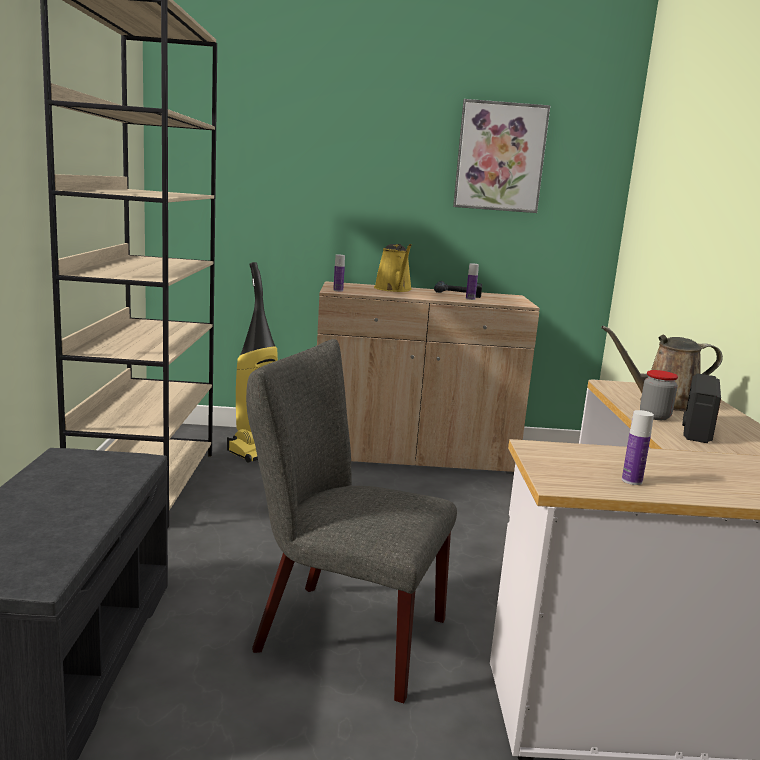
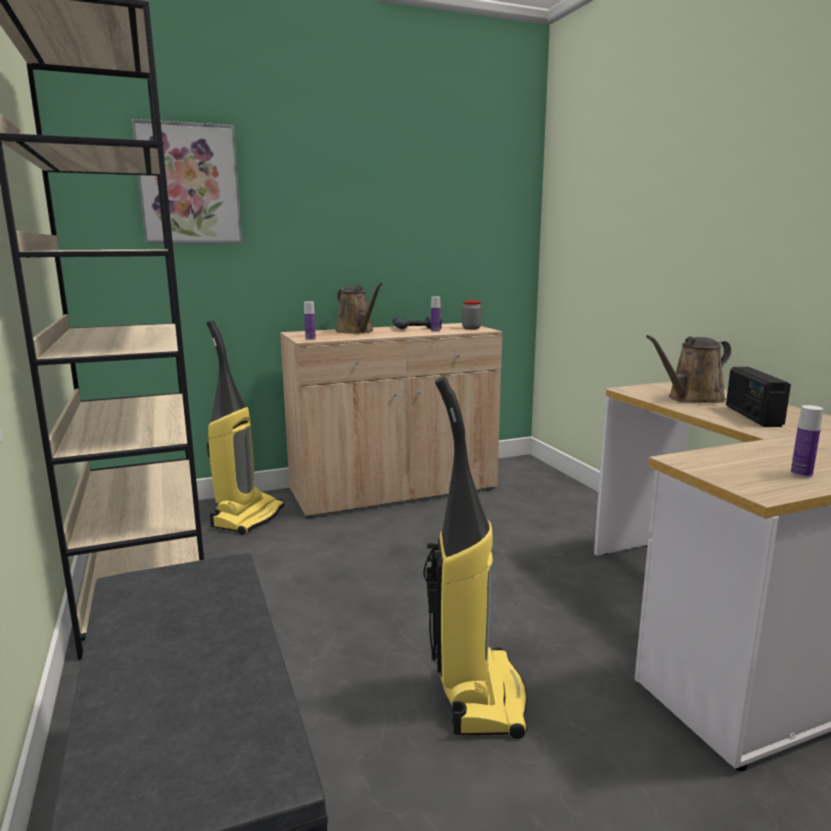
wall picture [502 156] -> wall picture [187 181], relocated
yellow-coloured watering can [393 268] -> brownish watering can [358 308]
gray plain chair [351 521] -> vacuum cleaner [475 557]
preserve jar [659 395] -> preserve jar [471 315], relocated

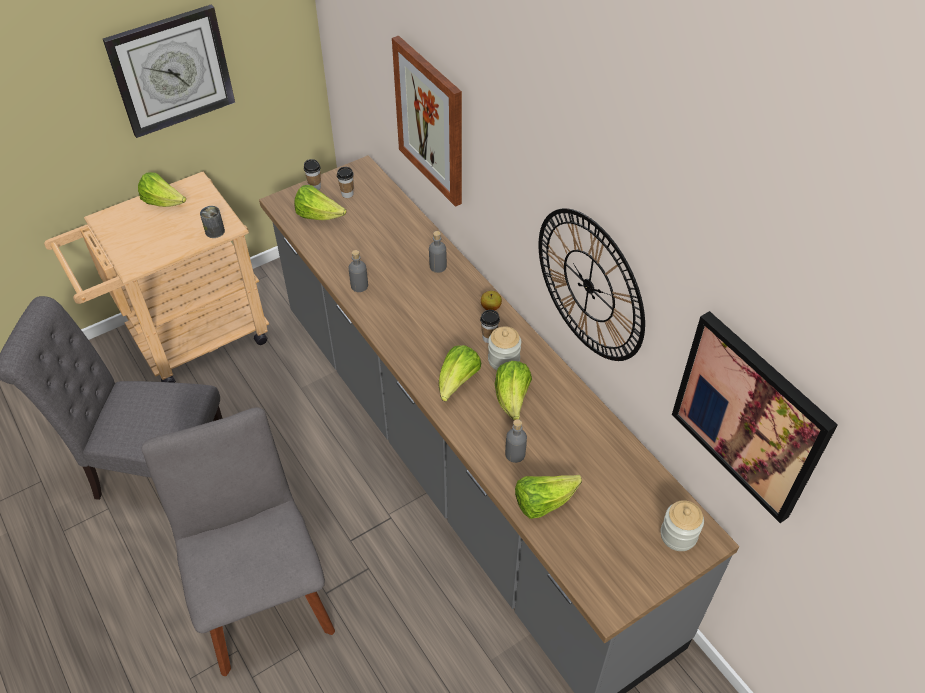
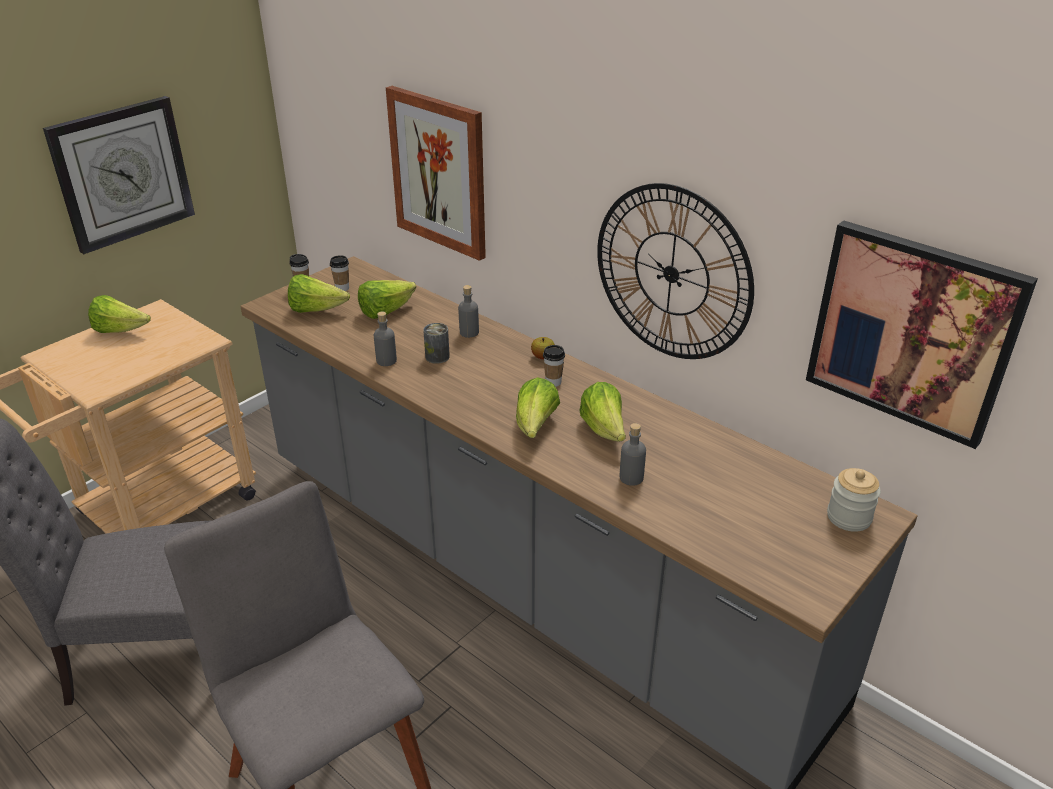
sealed can [212 222] -> sealed can [436 343], relocated
preserve jar [504 348] -> none
lettuce head [548 497] -> lettuce head [387 299], relocated

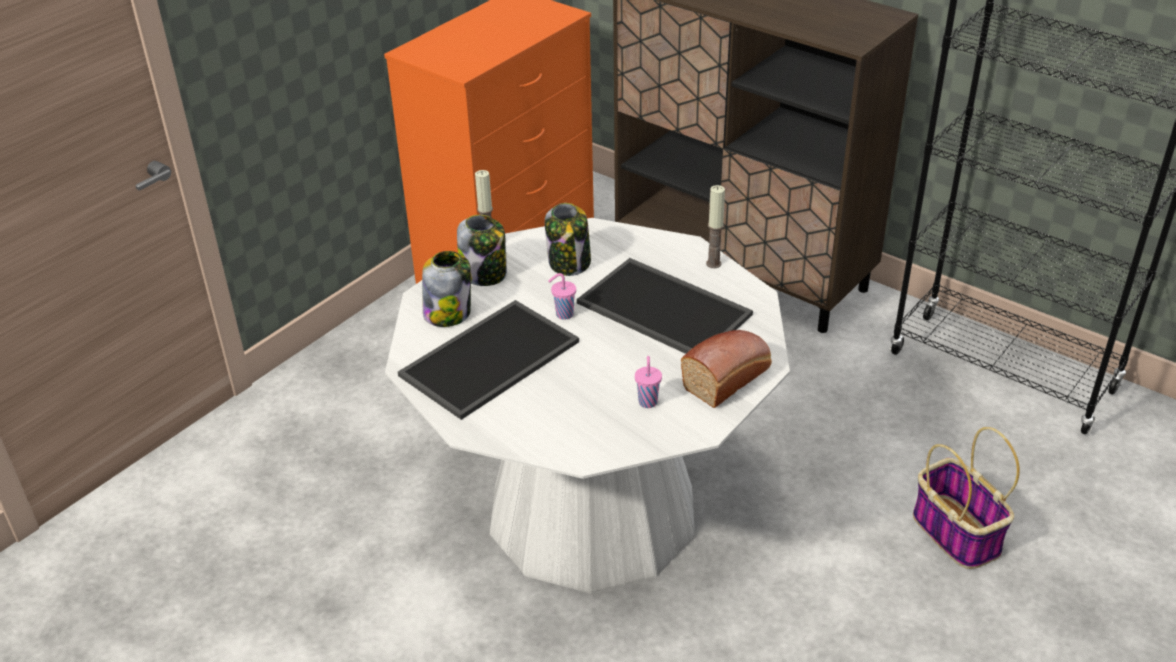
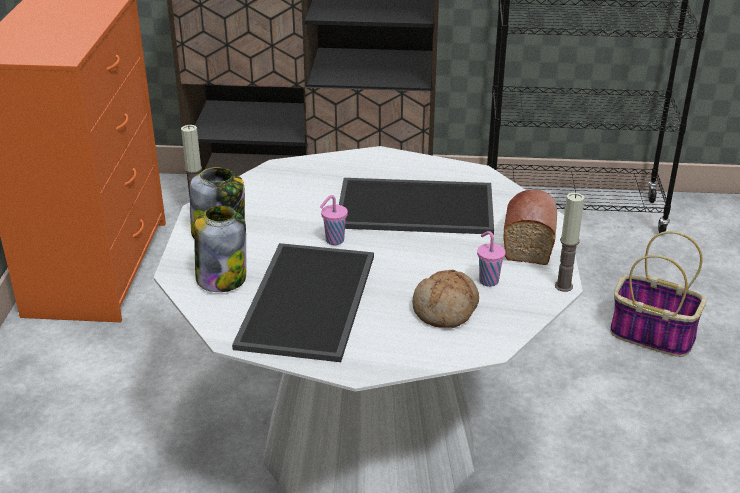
wax light [715 226] -> wax light [569 242], relocated
preserve jar [568 239] -> none
none -> bakery bread [445 299]

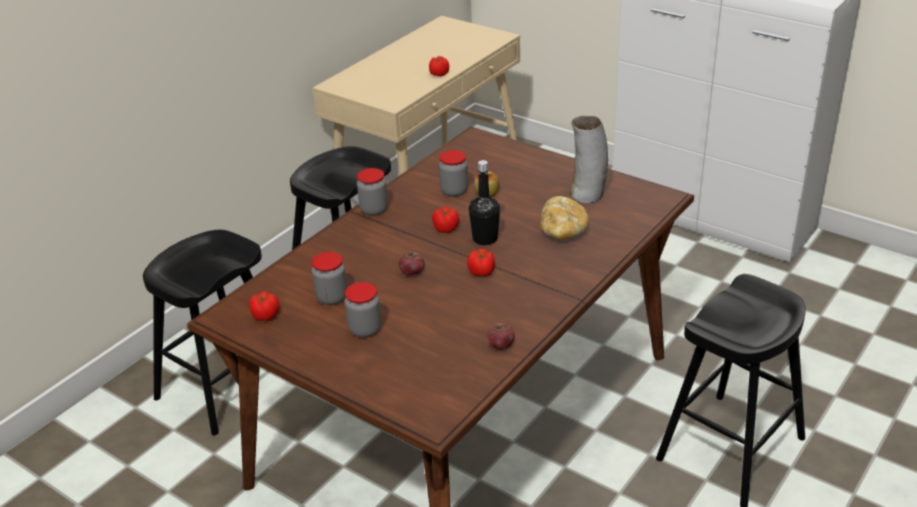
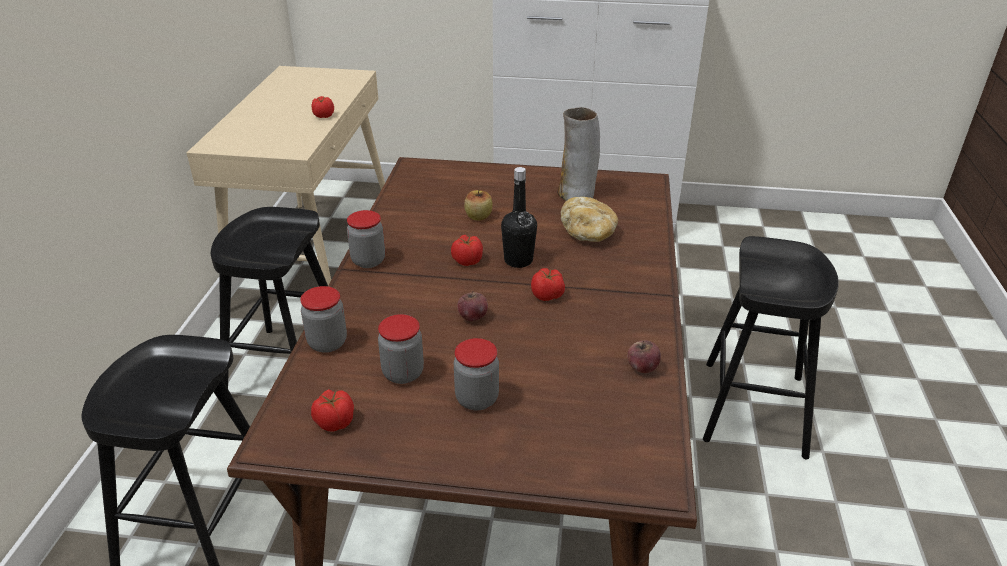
preserve jar [453 173] -> preserve jar [323 319], relocated

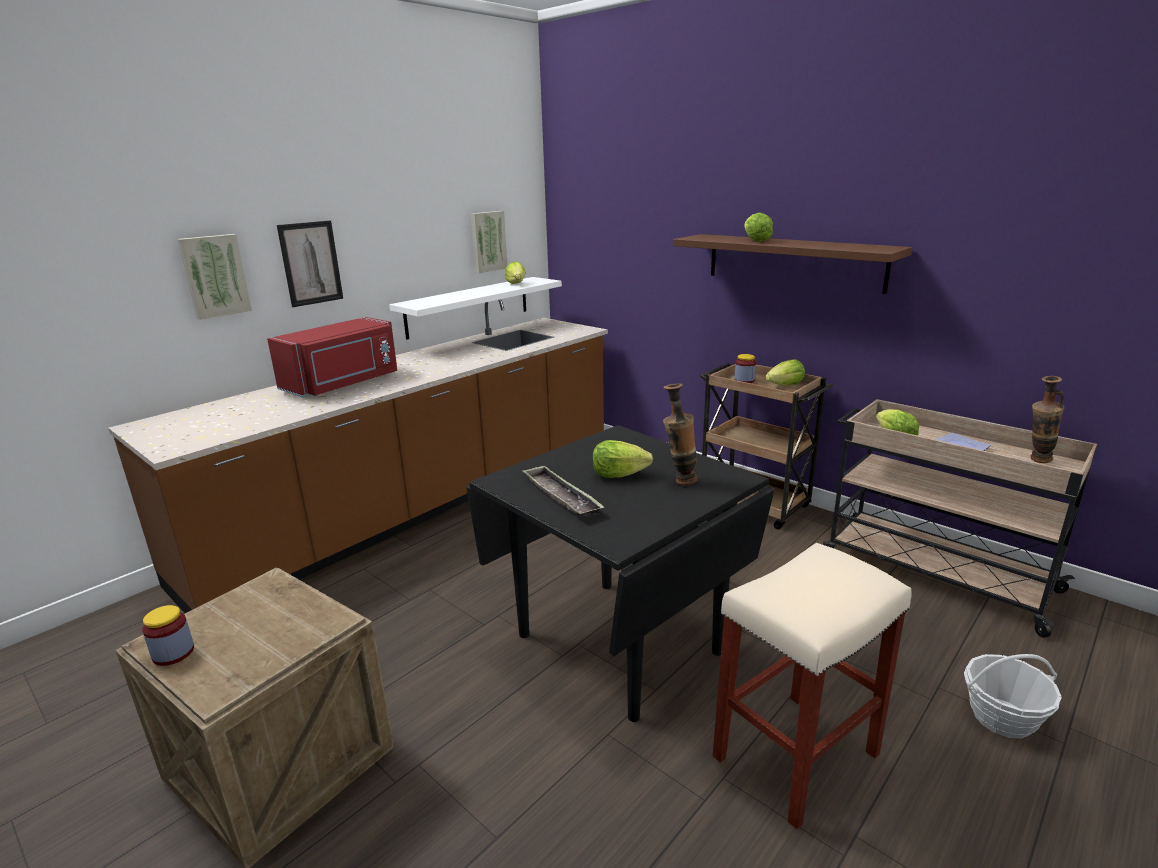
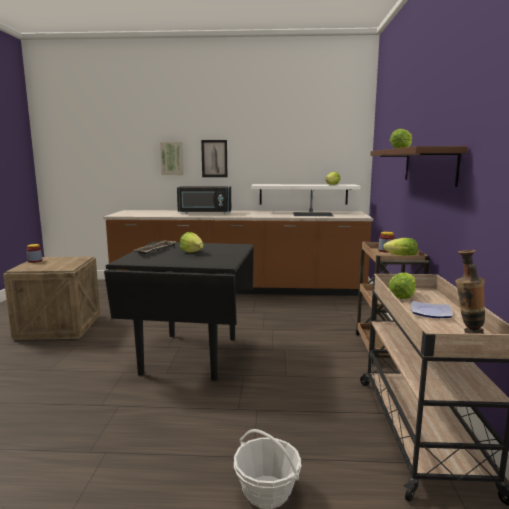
wall picture [489 242] -> none
red microwave [332 357] -> blackish microwave [204 200]
decorative vase [680 434] -> none
beige-coloured stool seat [812 686] -> none

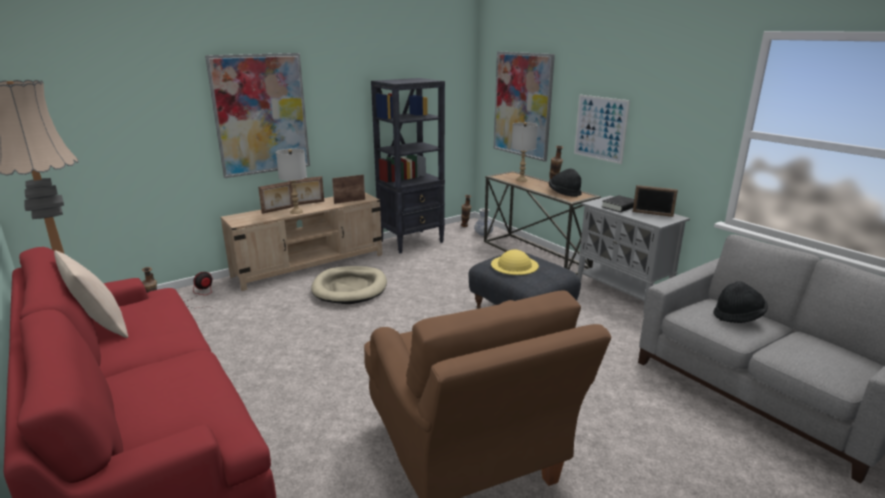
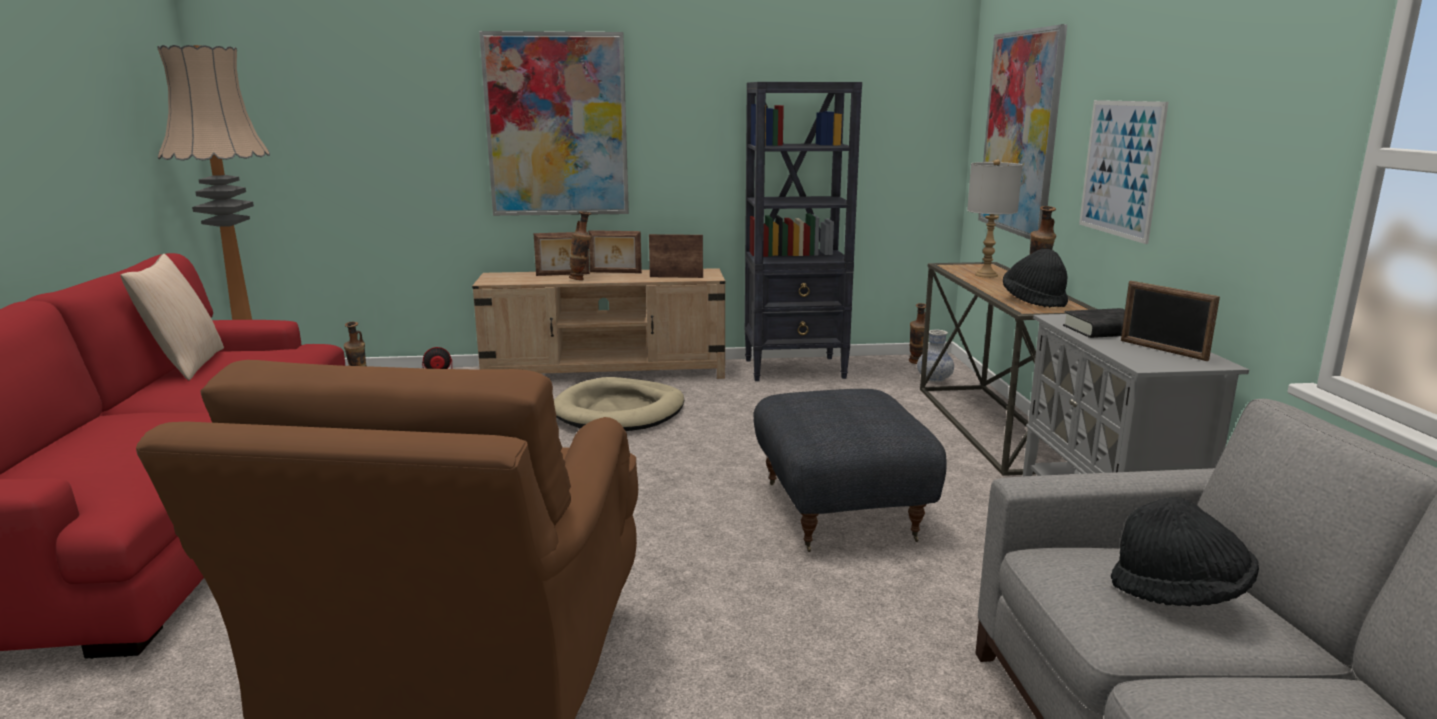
gray tabletop lamp [291 181] -> decorative vase [580 246]
yellow-coloured wearable hat [515 262] -> none

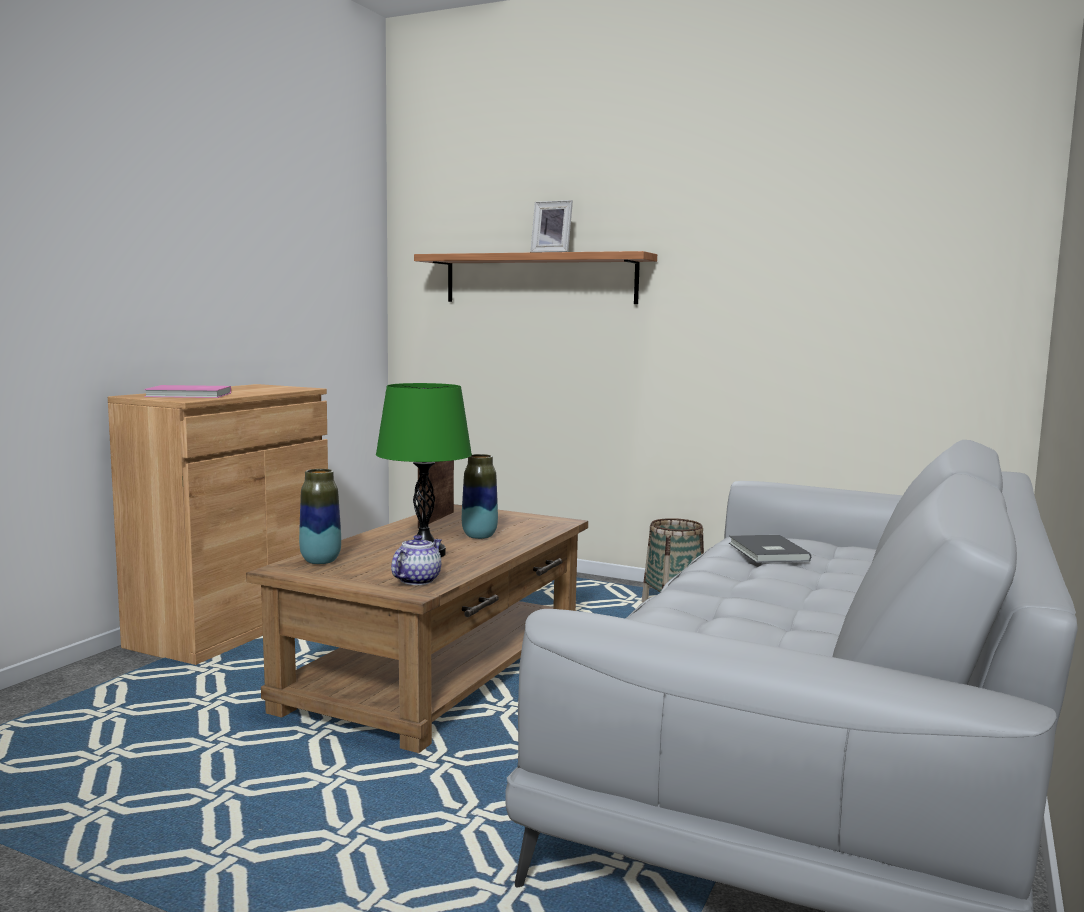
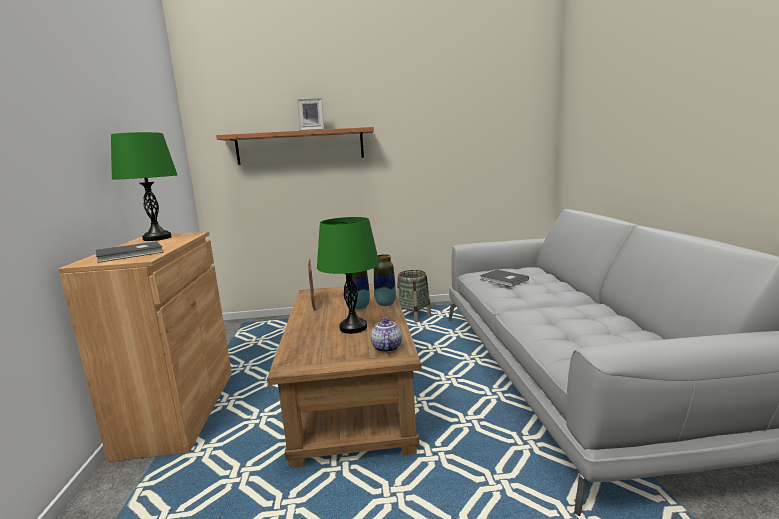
pink book [187 391] -> gray book [129 252]
decorative vase [320 516] -> decorative vase [385 280], relocated
none -> green tabletop lamp [144 186]

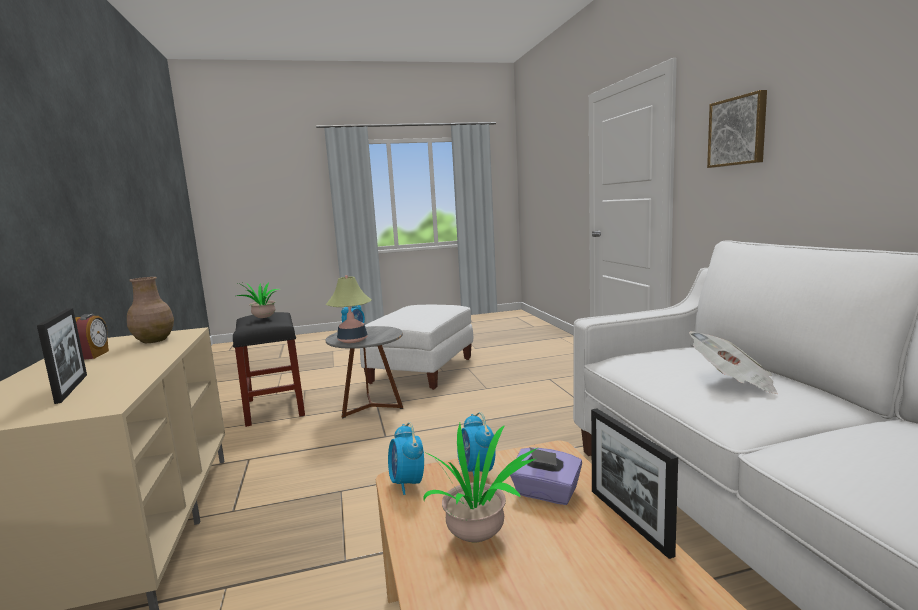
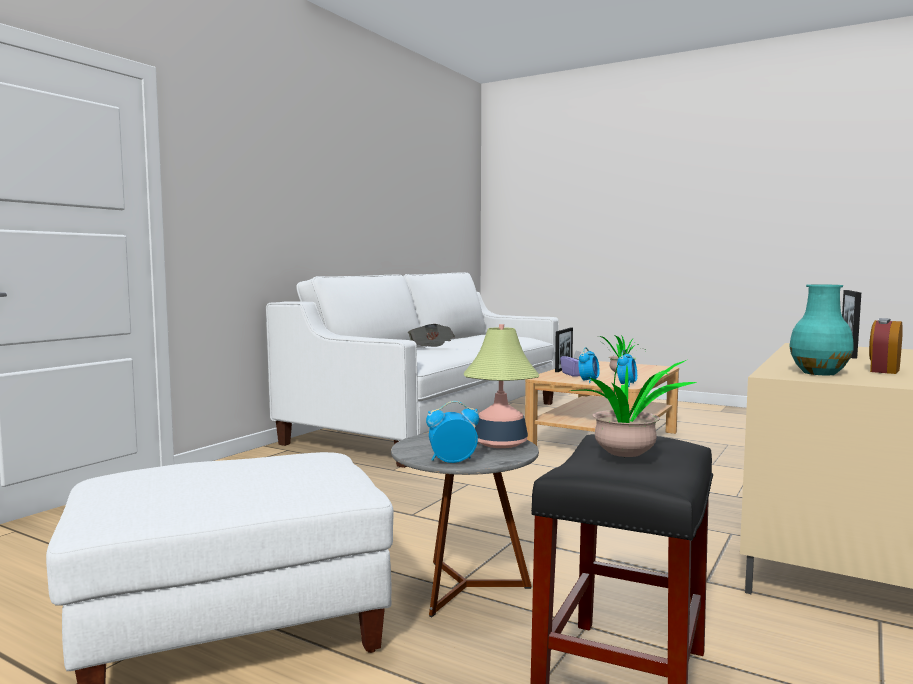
wall picture [737 129] -> none
brownish decorative vase [150 310] -> turquoise-coloured decorative vase [821 329]

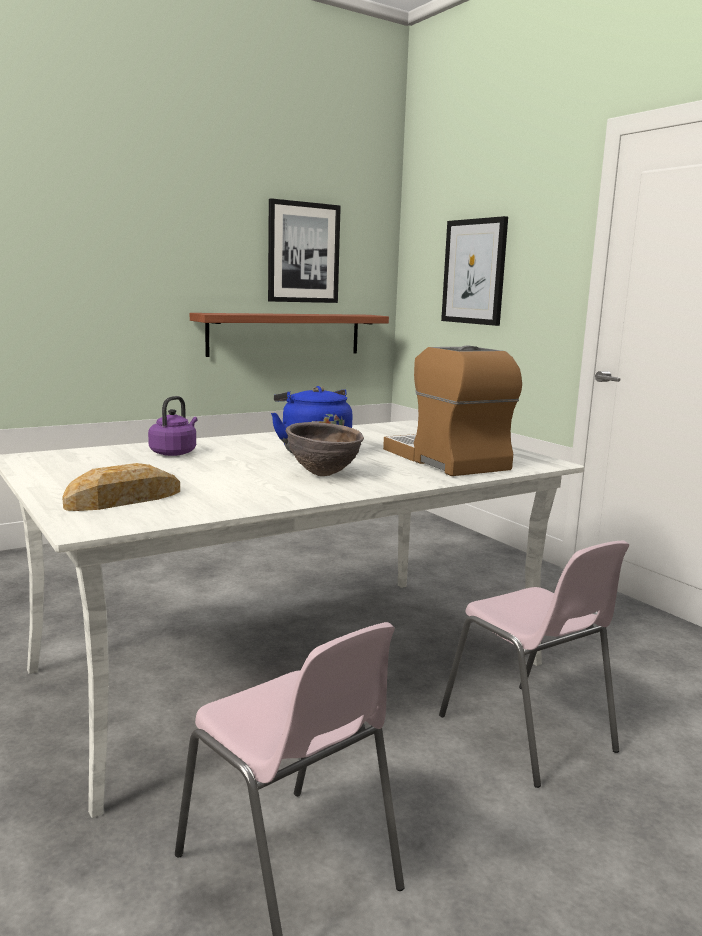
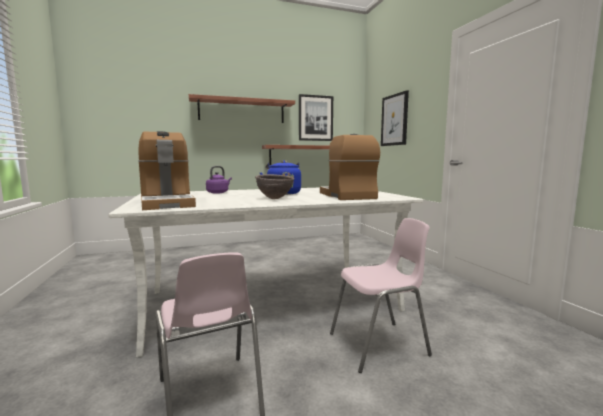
bakery bread [121 487] -> coffee maker [167 170]
pink plain chair [534 664] -> pink plain chair [381 295], 90 degrees counterclockwise
none -> bracket shelf [242 108]

